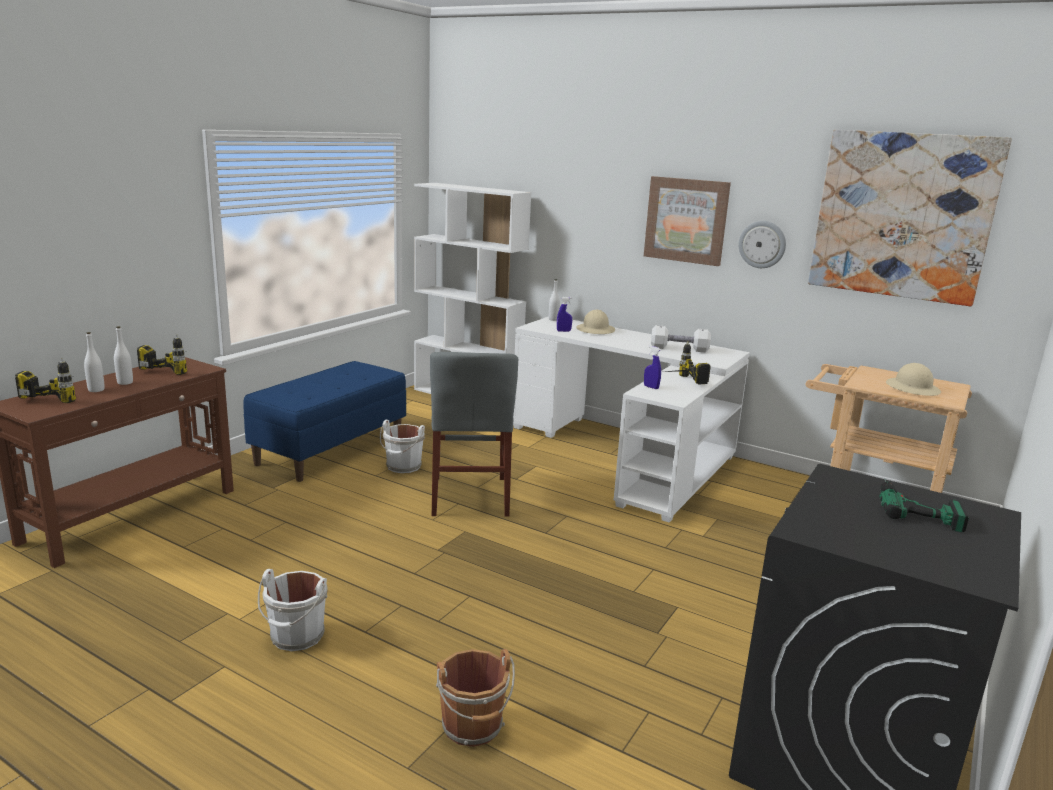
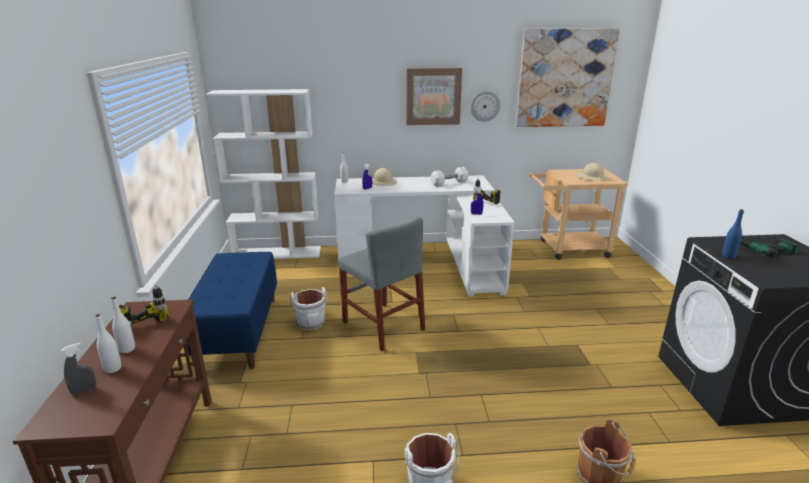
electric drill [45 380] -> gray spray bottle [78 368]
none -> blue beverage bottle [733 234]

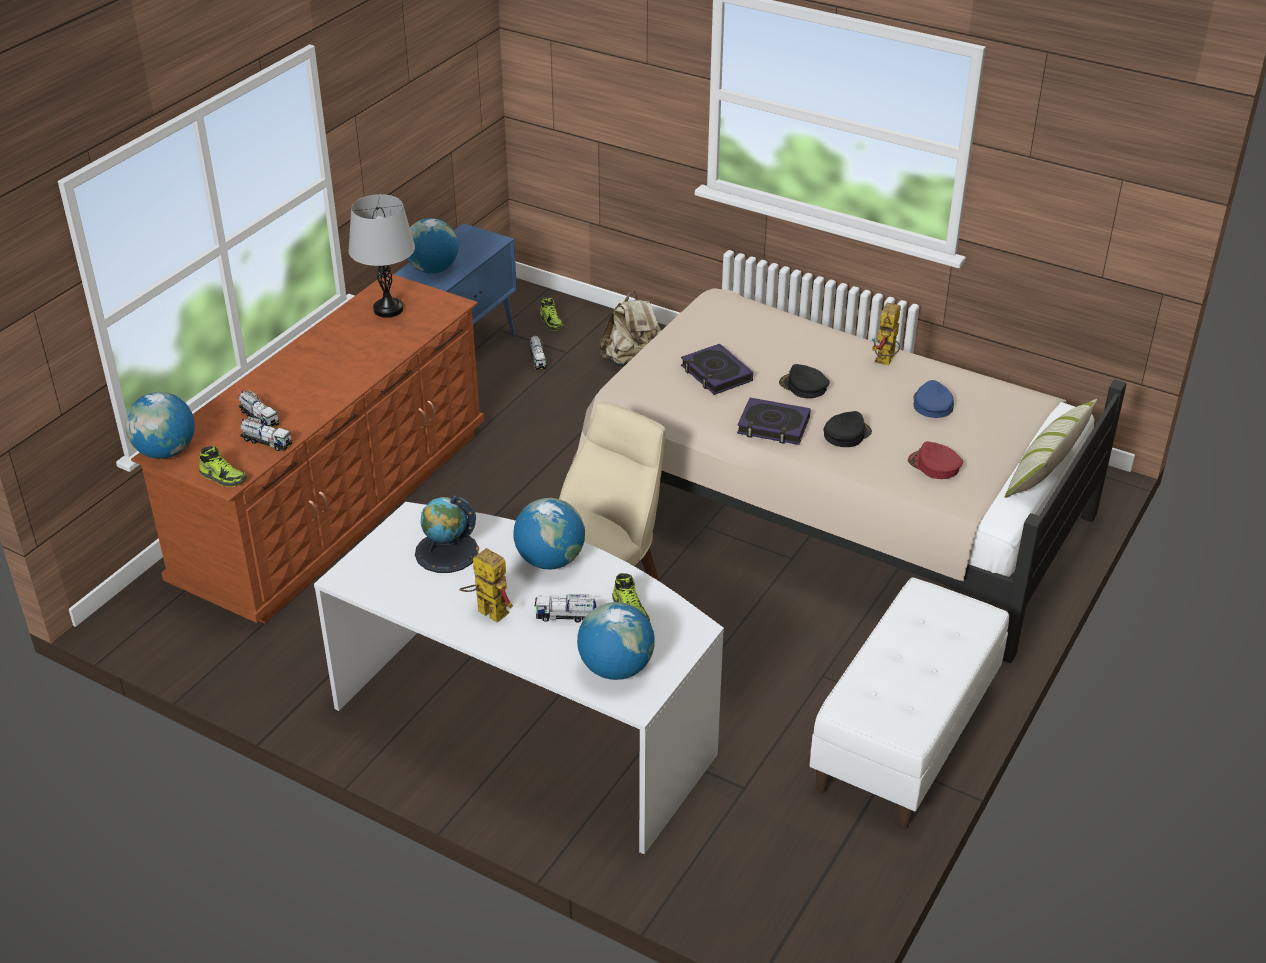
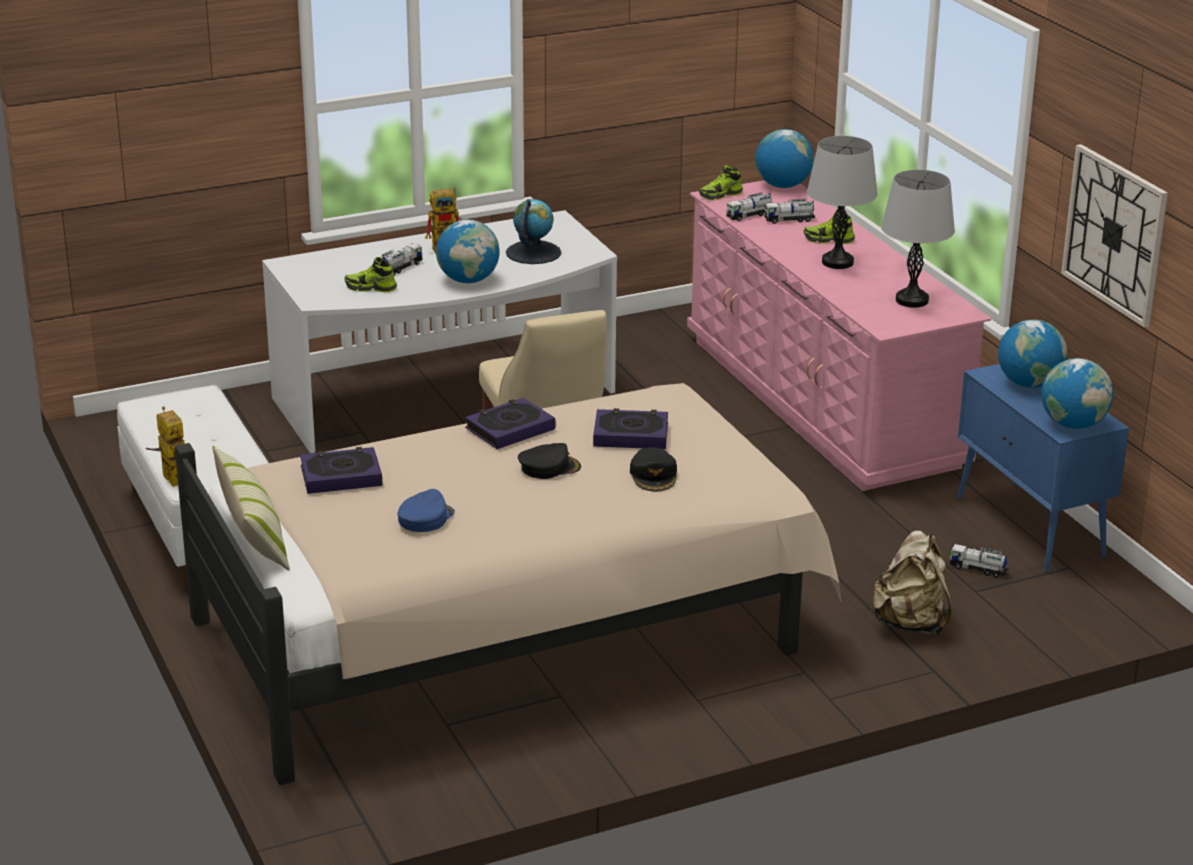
brownish chest of drawers [307 448] -> pink chest of drawers [839 335]
shoe [552 314] -> shoe [829 227], relocated
toy robot [886 334] -> toy robot [165 446], relocated
blue baseball cap [933 399] -> blue baseball cap [426 510], 90 degrees counterclockwise
blackish baseball cap [847 429] -> blackish baseball cap [653 469], relocated
red baseball cap [935 460] -> book [341 470]
globe [616 641] -> globe [1077 393], relocated
none -> gray tabletop lamp [842 202]
none -> clock on the wall [1114 235]

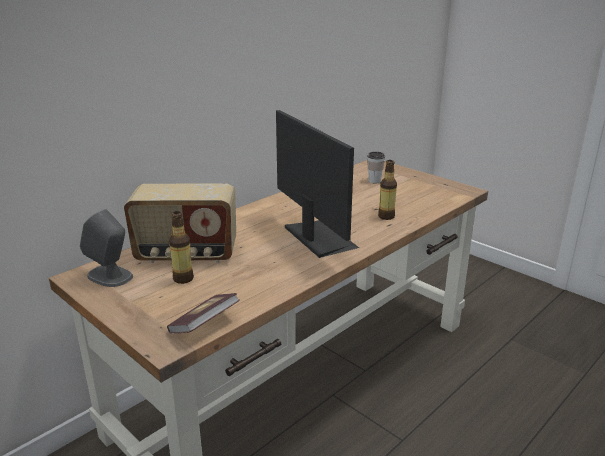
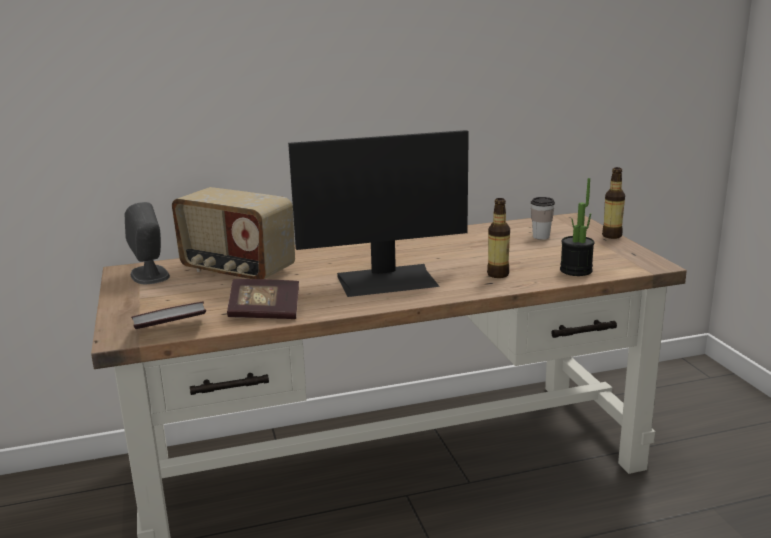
computer screen [317 184] -> computer screen [378 213], 75 degrees clockwise
beverage bottle [181 247] -> beverage bottle [613 203], relocated
none -> houseplant [577 227]
none -> book [263 299]

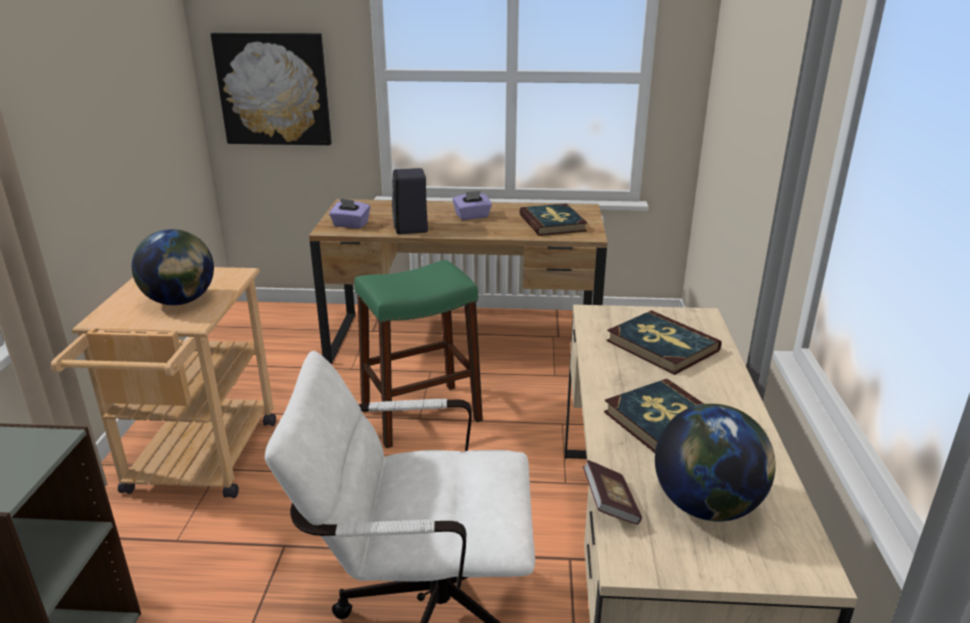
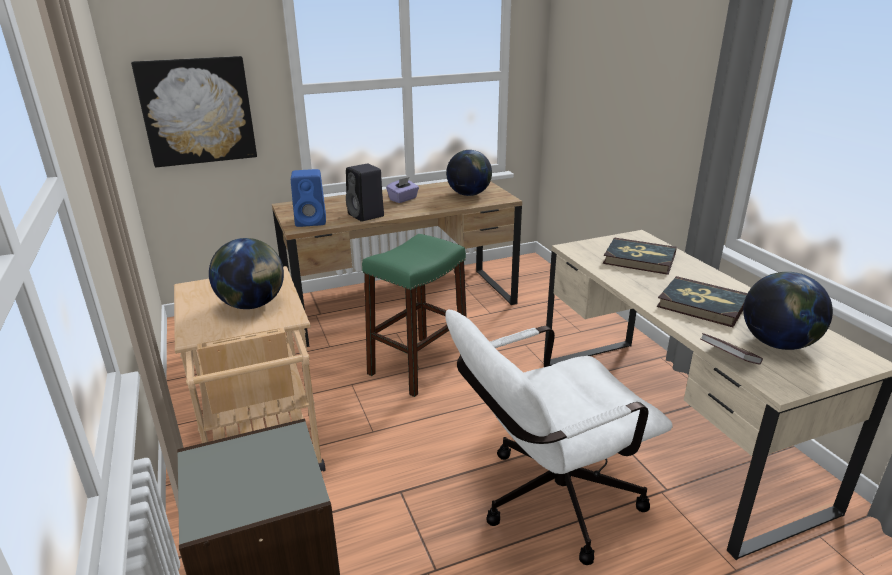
purplish tissue holder [349 214] -> blue audio speaker [308 198]
book [553 219] -> globe [469 173]

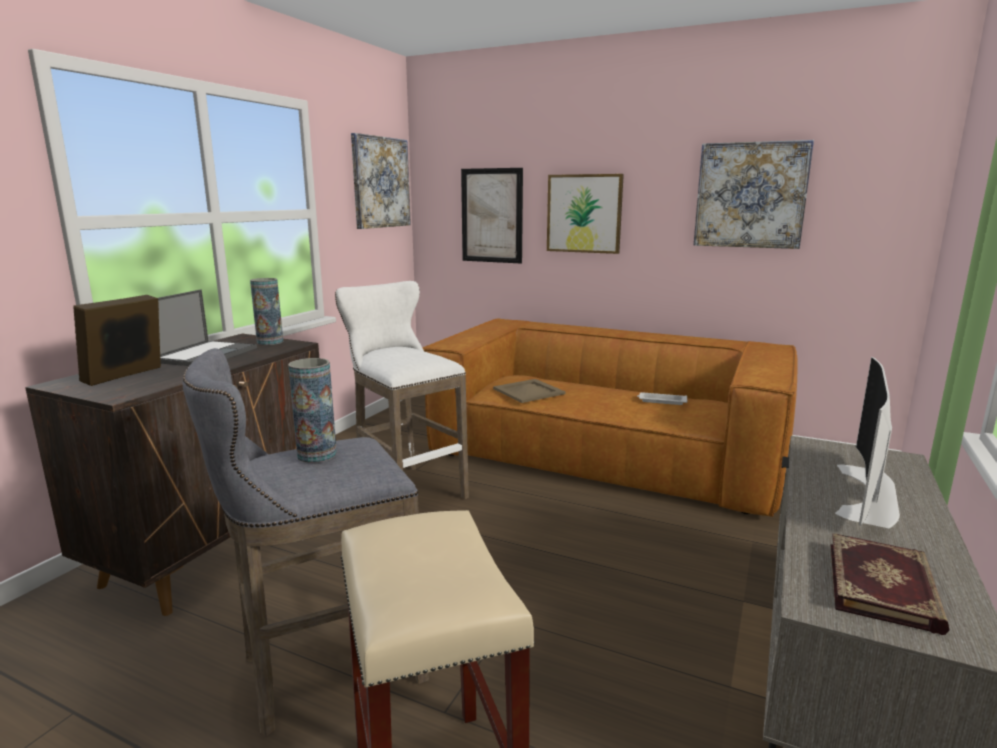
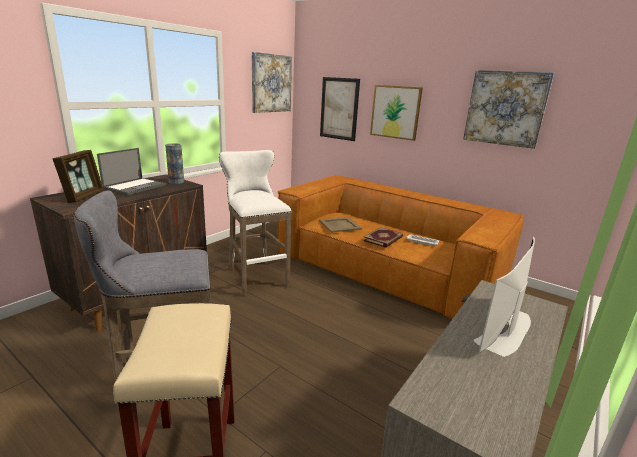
photo frame [117 340] -> photo frame [78 176], 150 degrees clockwise
decorative vase [312 410] -> none
book [890 584] -> book [383 237], relocated

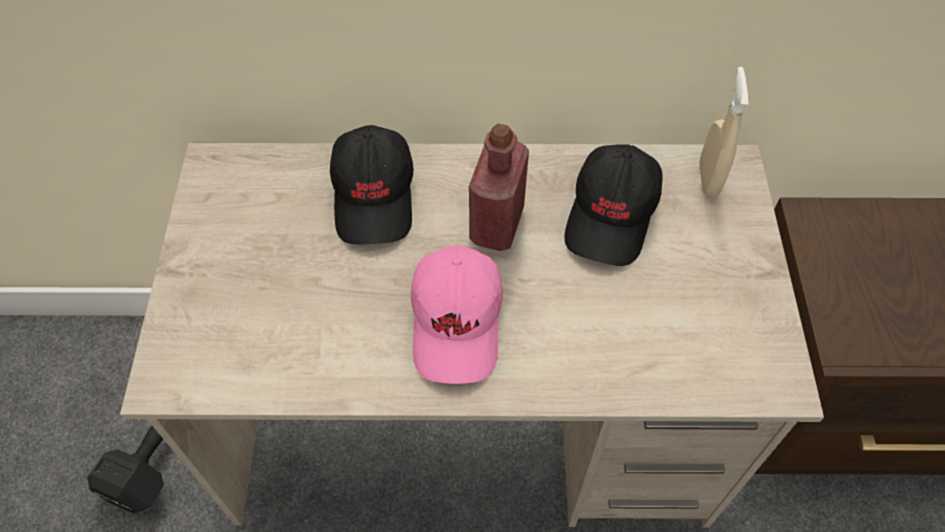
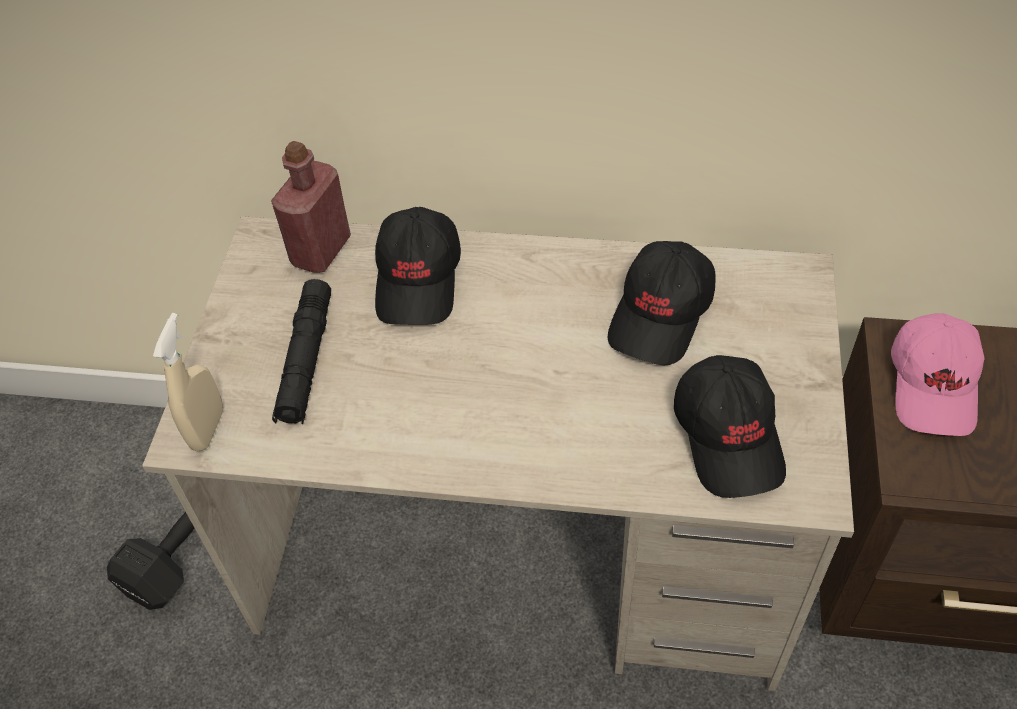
beige-coloured spray bottle [724 132] -> beige-coloured spray bottle [188 382], relocated
red beverage bottle [499 187] -> red beverage bottle [311 207], relocated
pink baseball cap [457 315] -> pink baseball cap [938 374], relocated
none -> blackish torch [301 351]
none -> blackish baseball cap [730 426]

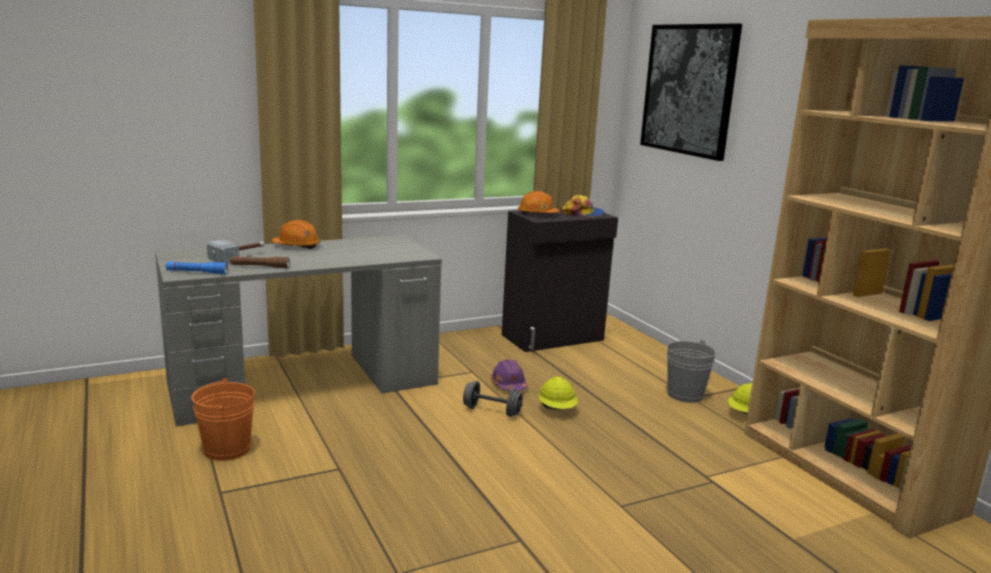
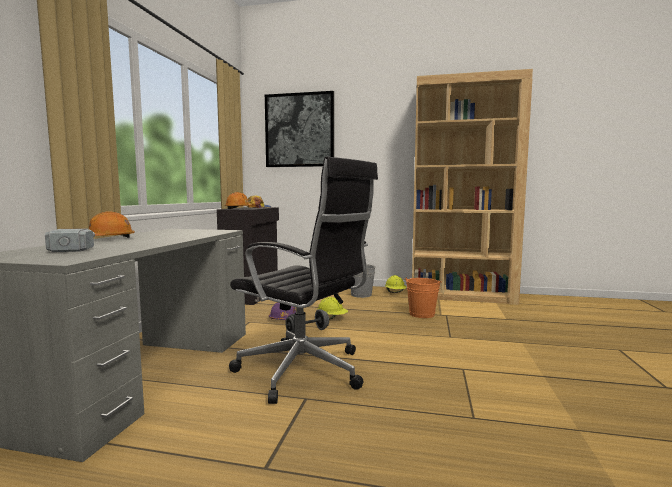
brownish torch [259 262] -> none
blue torch [196 268] -> none
orangey pail [223 419] -> orangey pail [423 297], relocated
none -> blackish computer chair [303 280]

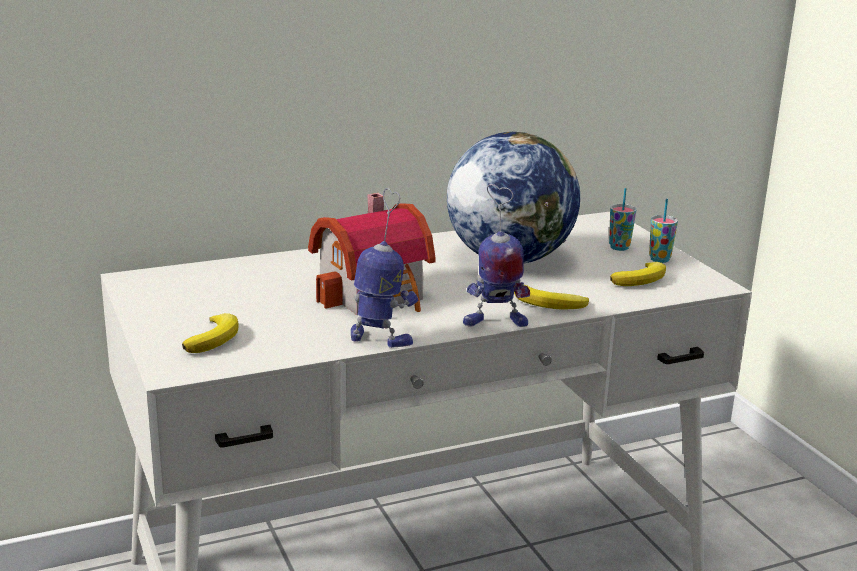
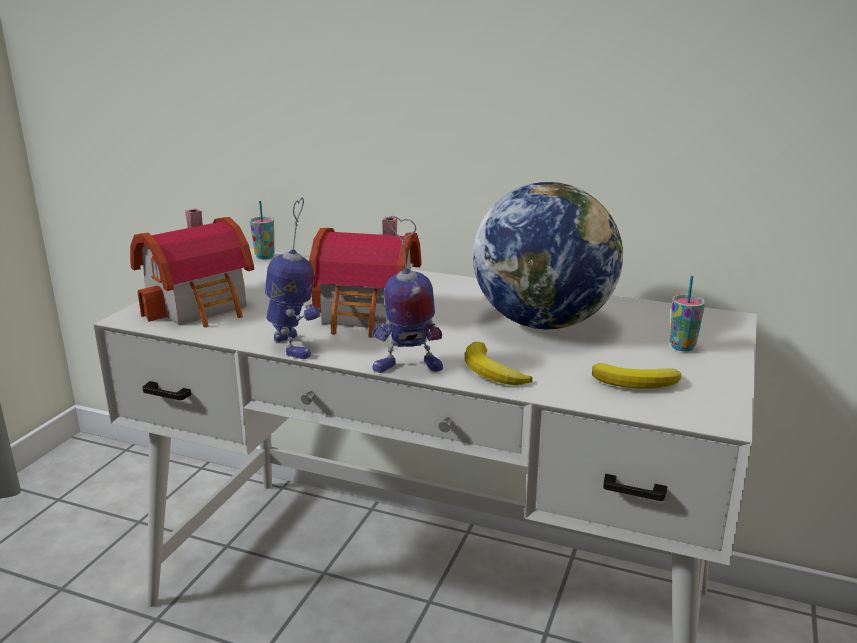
toy robot [496 255] -> toy robot [407 294], 45 degrees counterclockwise
drinking cup [663 231] -> drinking cup [262 230], relocated
banana [210 333] -> miniature house [192 268]

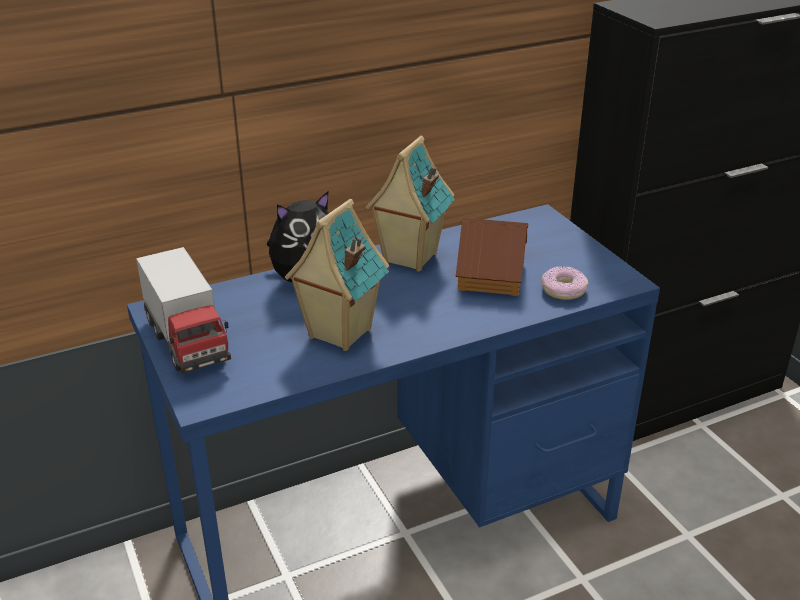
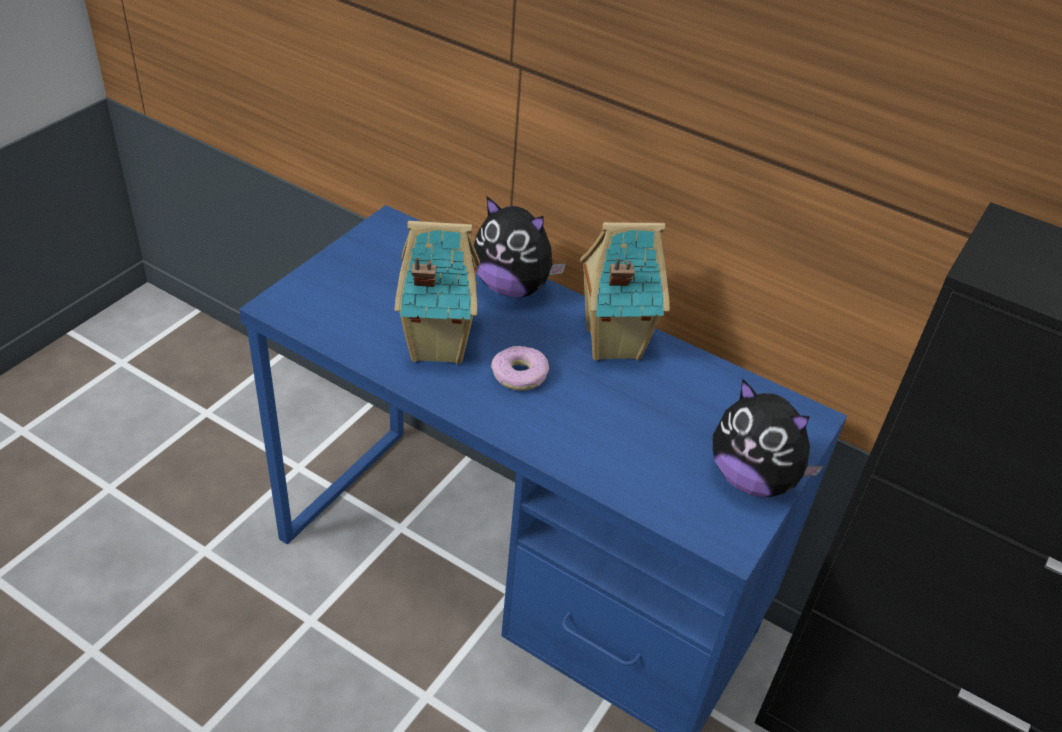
miniature house [492 257] -> none
toy truck [183 310] -> none
donut [565 283] -> donut [520 368], relocated
none -> soft toy [768 438]

